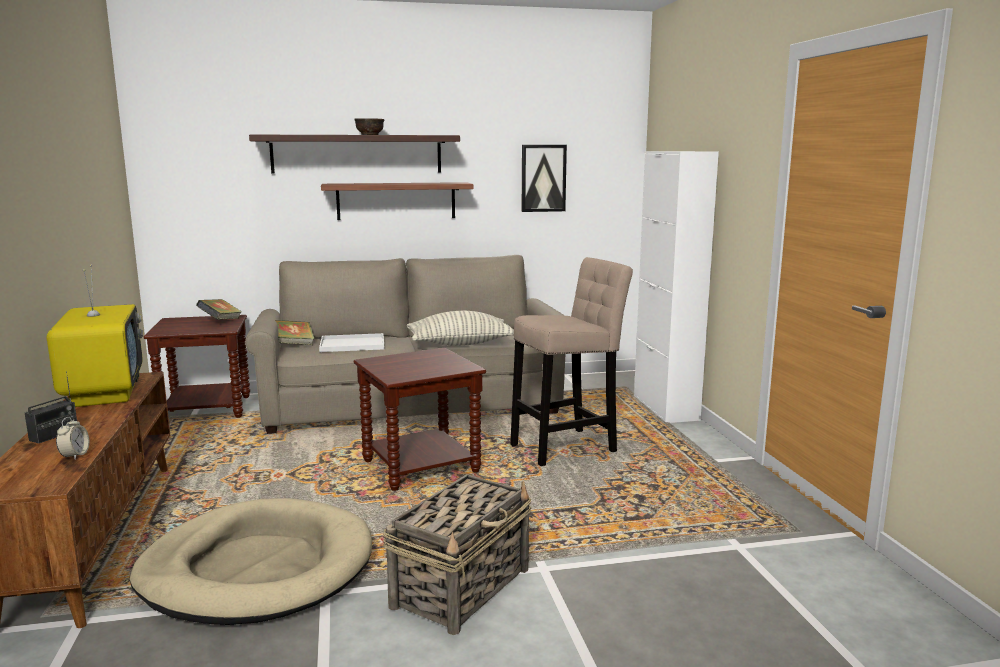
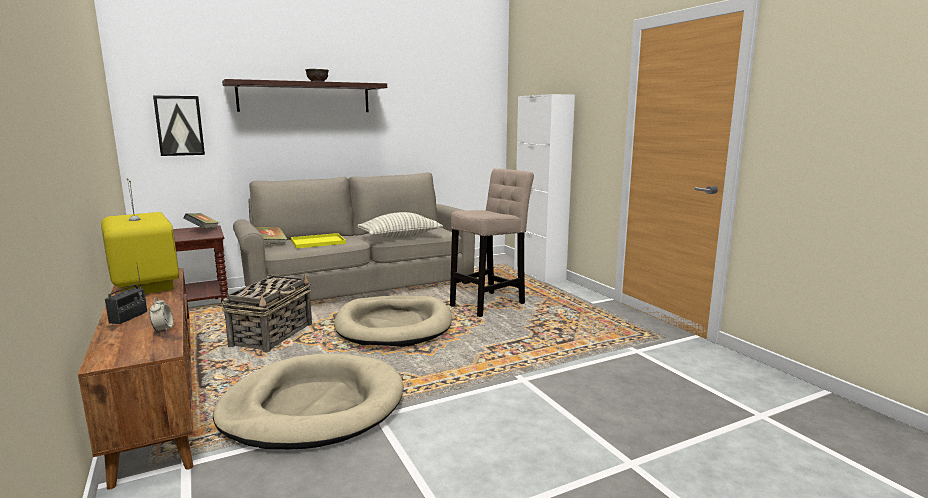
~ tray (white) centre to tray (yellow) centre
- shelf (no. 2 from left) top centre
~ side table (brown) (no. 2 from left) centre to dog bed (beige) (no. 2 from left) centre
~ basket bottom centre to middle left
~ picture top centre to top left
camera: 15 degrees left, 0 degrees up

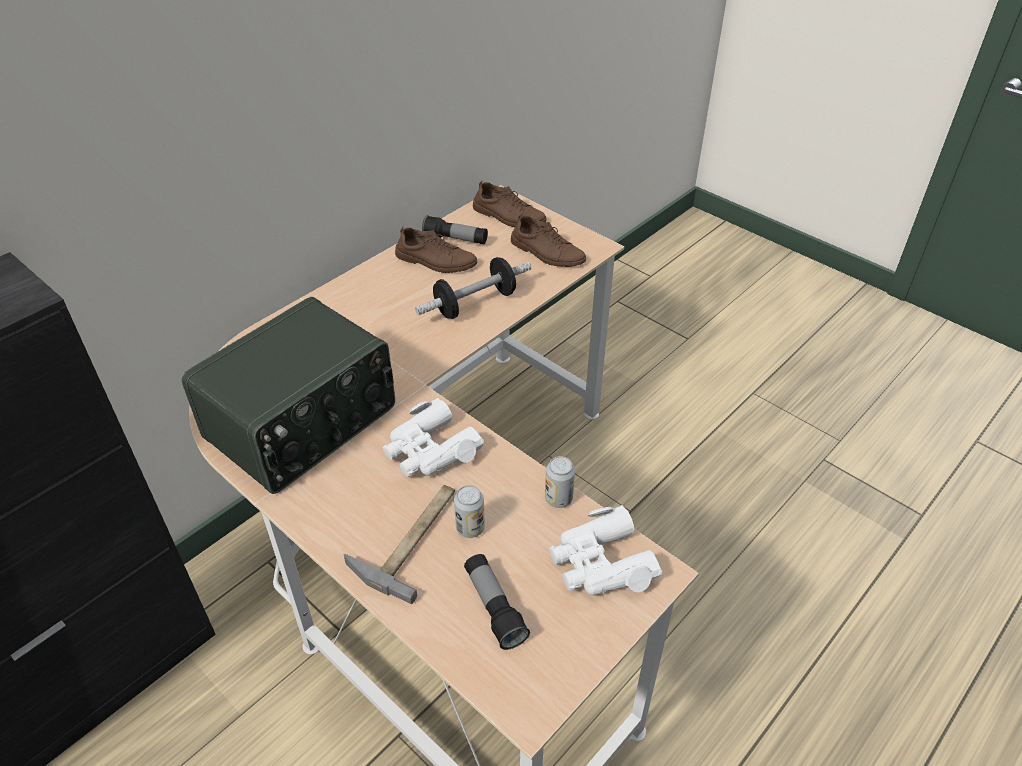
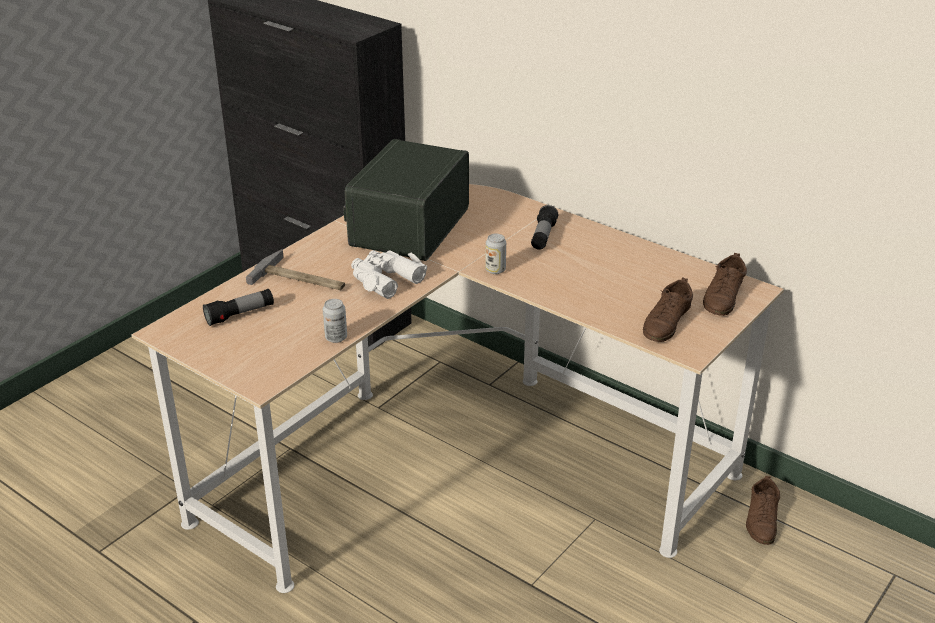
~ radio middle left = top centre 75 degrees clockwise
~ shoe (brown) (no. 1 from left in the first image) top centre to shoe (brown) (no. 3 from left) bottom right
- dumbbell centre
~ flashlight (no. 1 from left in the first image) top centre to flashlight (no. 2 from left) centre
~ can (no. 1 from left in the first image) bottom centre to can (no. 2 from left) centre
- binoculars (white) (no. 2 from left) bottom centre
camera: 85 degrees right, 10 degrees down

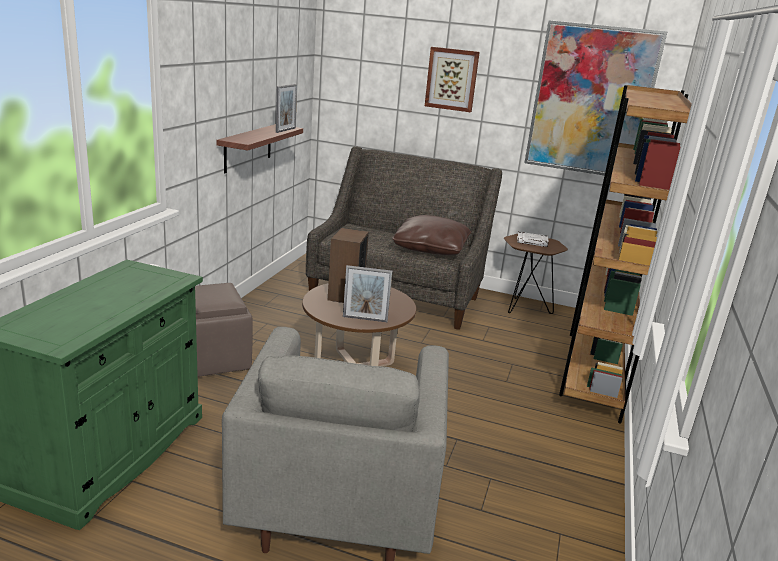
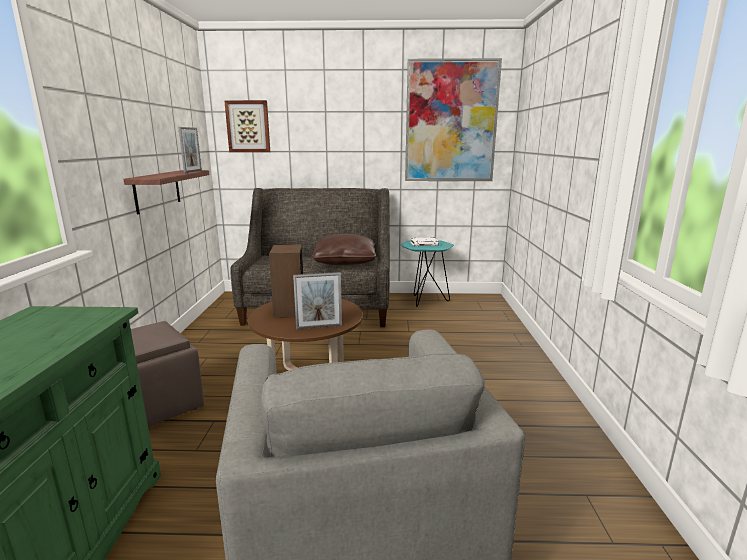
~ picture (no. 1 from left) top centre to top left
~ side table (brown) middle right to side table (turquoise) centre
- bookcase (brown) middle right
camera: 15 degrees left, 5 degrees down

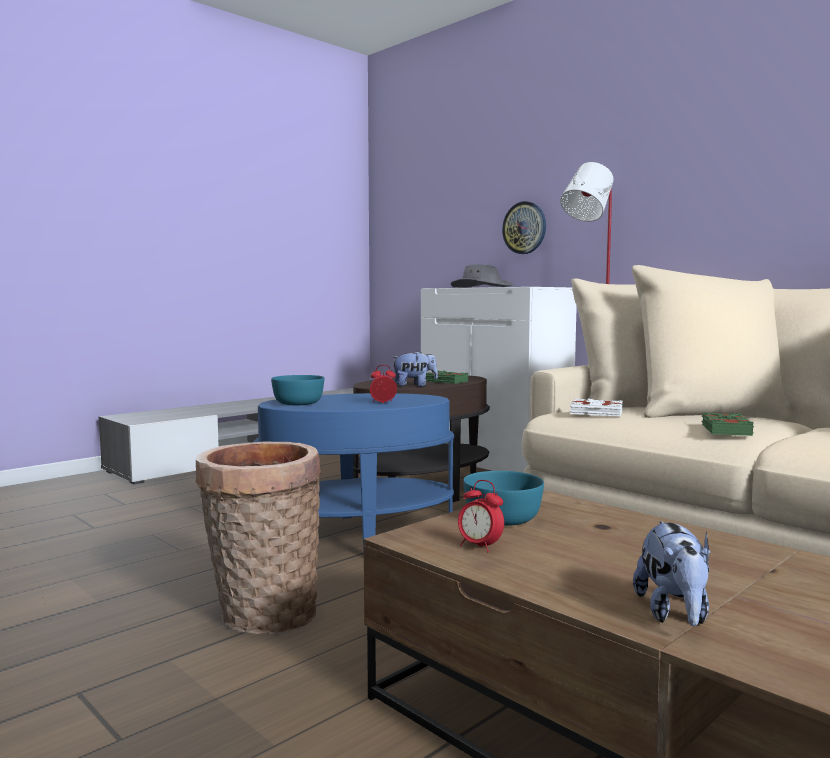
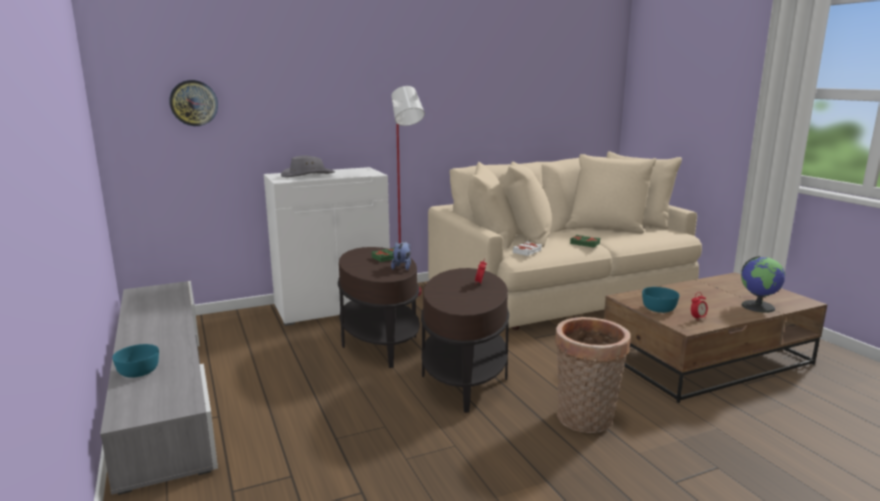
~ side table (blue) centre to side table (brown) (no. 2 from left) bottom centre
~ bowl (turquoise) (no. 1 from left) centre to bottom left
~ wall clock top centre to top left
~ plush toy (no. 2 from left) bottom right to globe middle right
camera: 70 degrees left, 10 degrees up

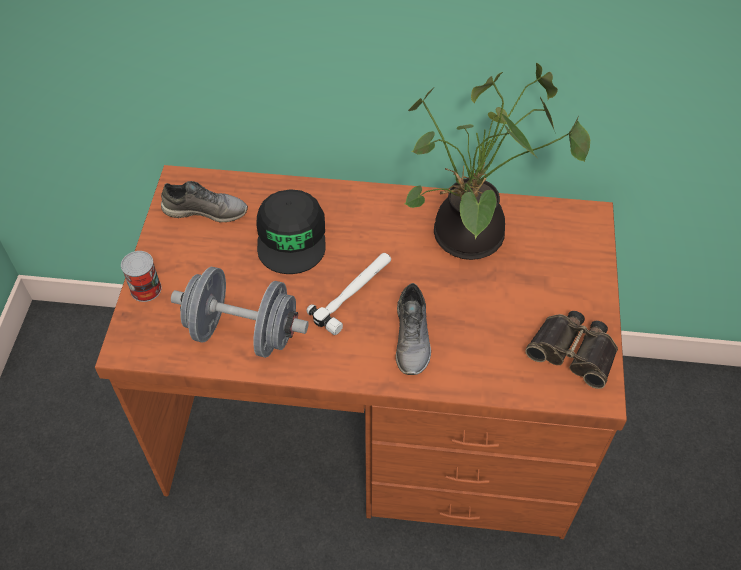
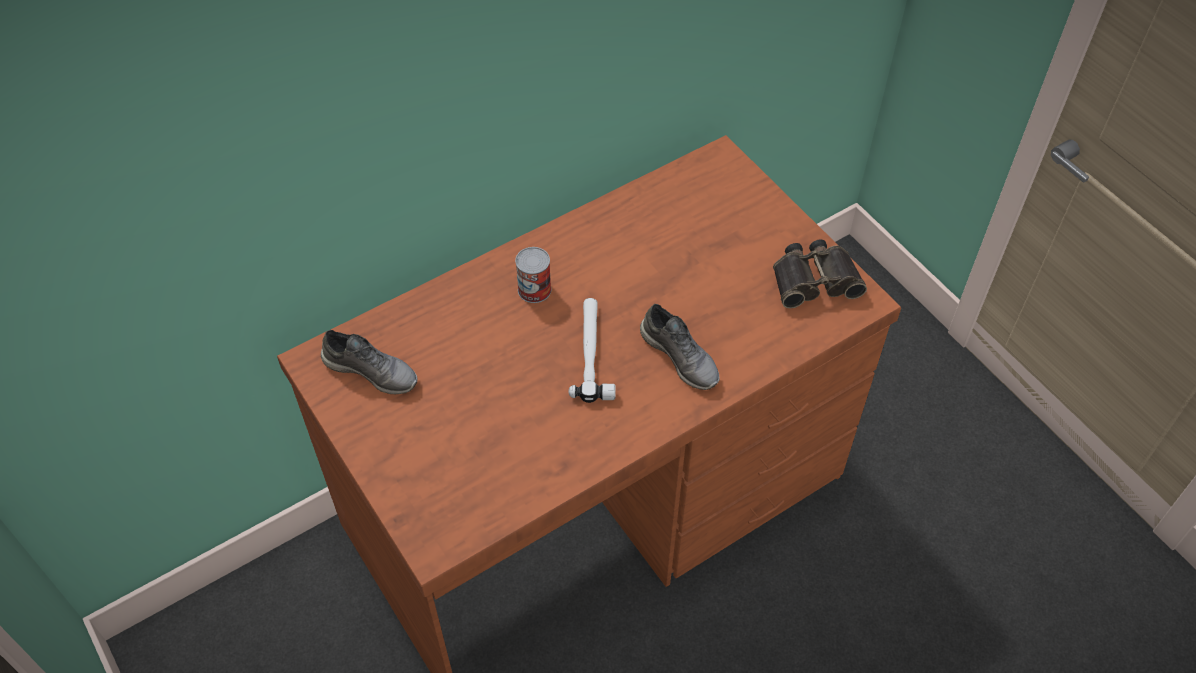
~ can middle left to centre
~ shoe (grey) (no. 1 from left) middle left = middle left 60 degrees clockwise
- dumbbell (grey) middle left
- cap (black) centre
- potted plant top right
camera: 40 degrees left, 0 degrees up

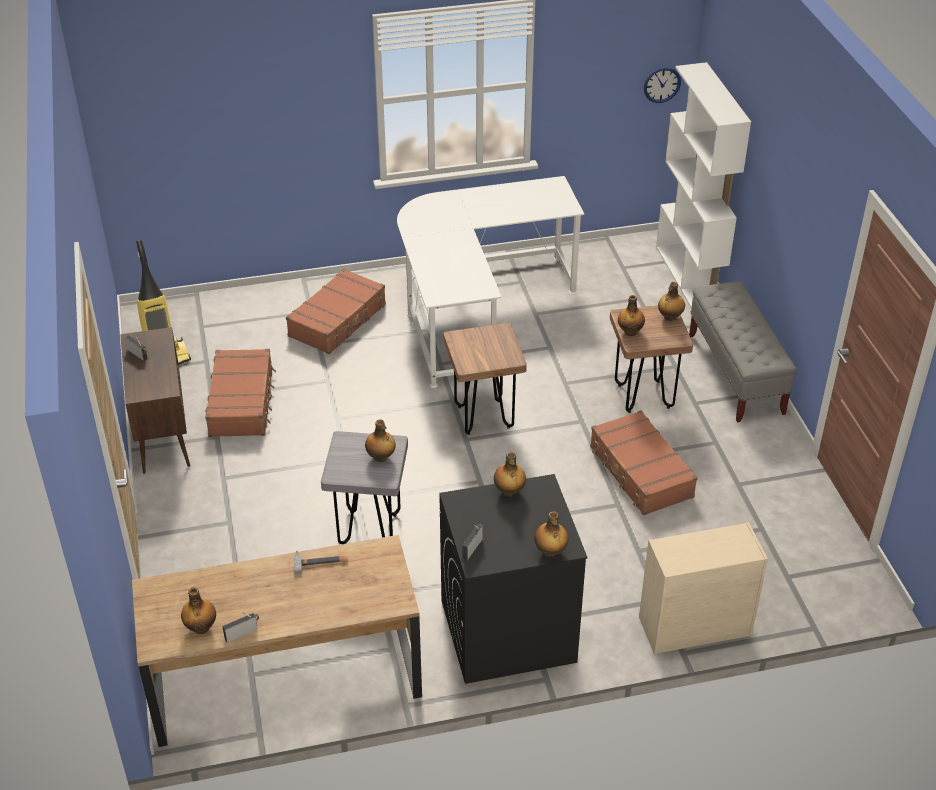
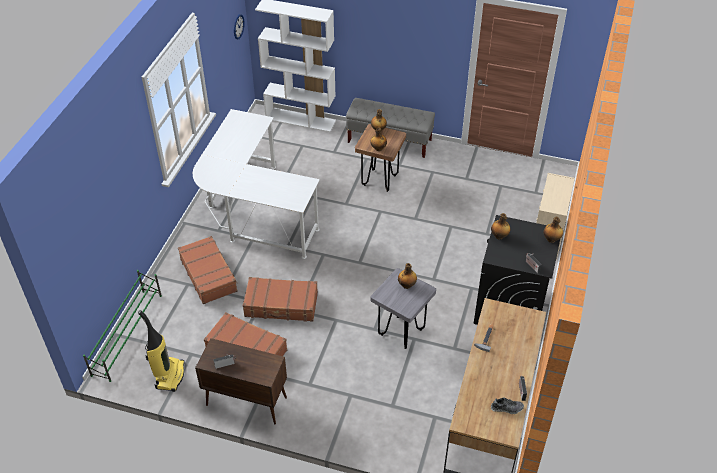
~ bottle (no. 1 from left) bottom left to shoe bottom right
- stool (brown) (no. 1 from left) centre
~ suitcase (brown) (no. 3 from left) middle right to centre
+ shoe rack (green) bottom left
camera: 60 degrees left, 5 degrees up

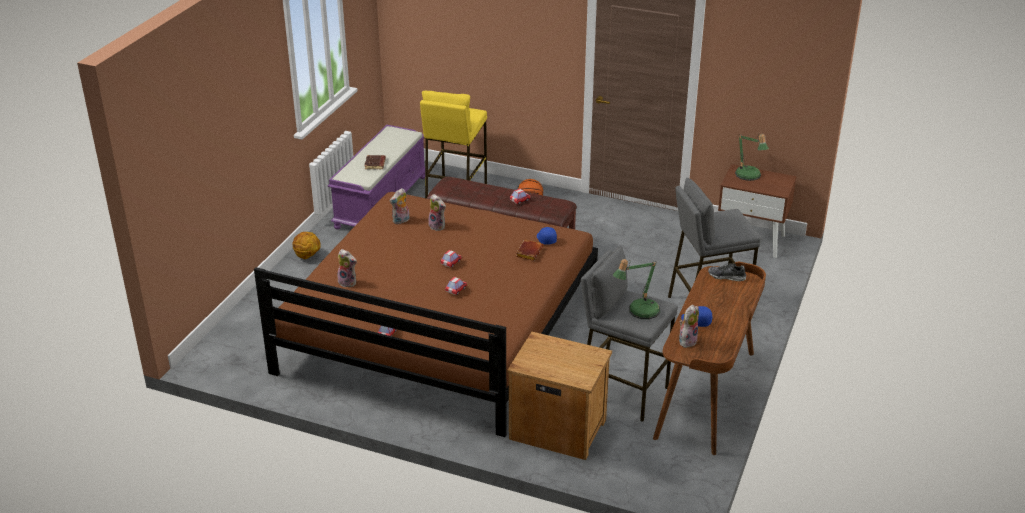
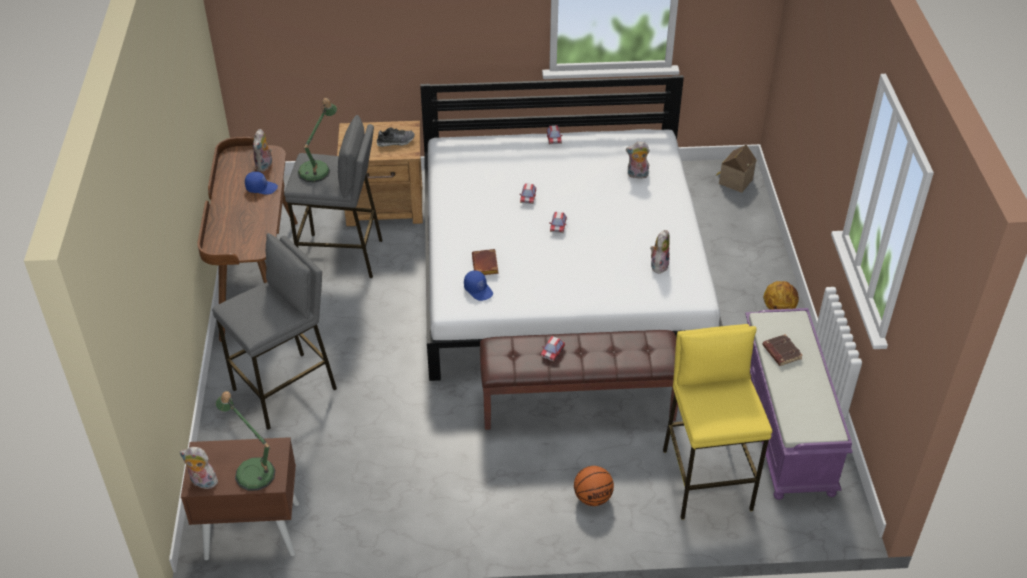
~ bed (brown) centre to bed (white) centre
~ plush toy (no. 3 from left in the first image) centre to plush toy (no. 1 from left) bottom left
~ shoe middle right to top centre
+ toy house top right
camera: 155 degrees right, 10 degrees up

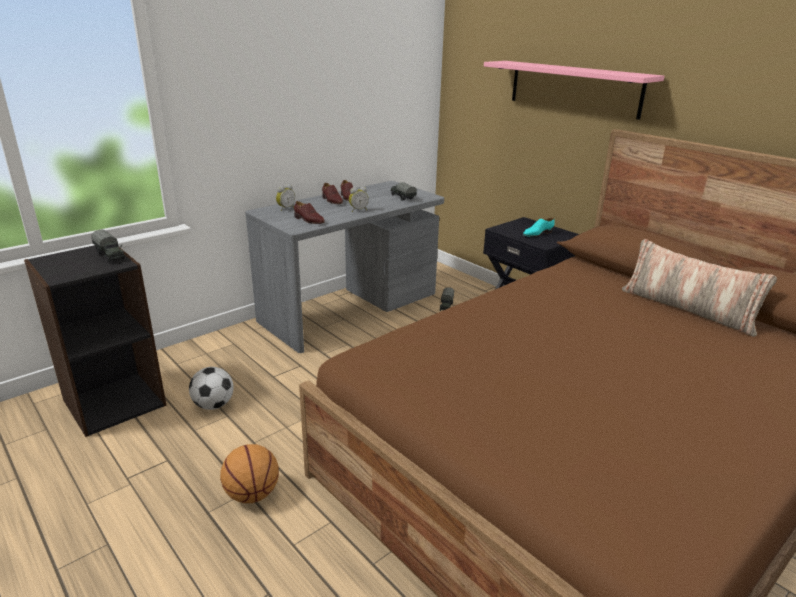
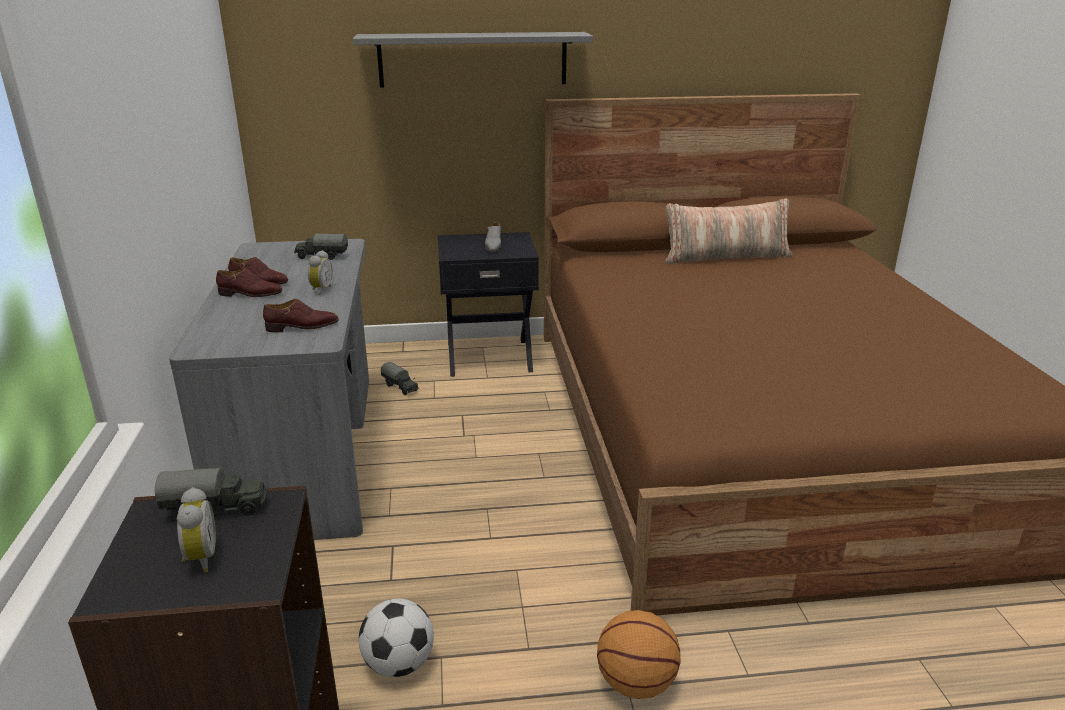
~ alarm clock (no. 1 from left) top centre to bottom left
~ shelf (pink) top right to shelf (grey) top centre
~ shoe (turquoise) middle right to shoe (grey) centre
camera: 55 degrees left, 0 degrees up

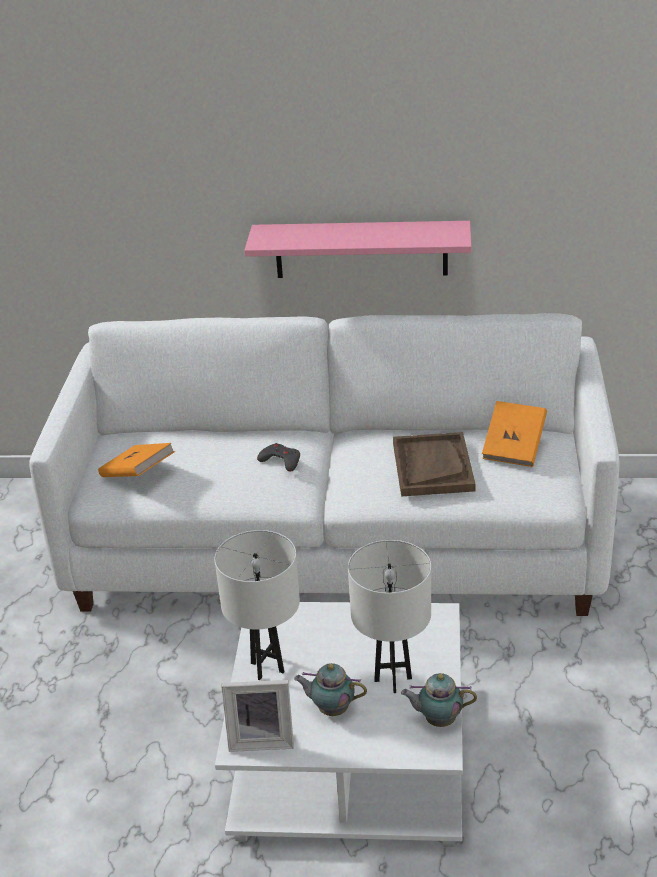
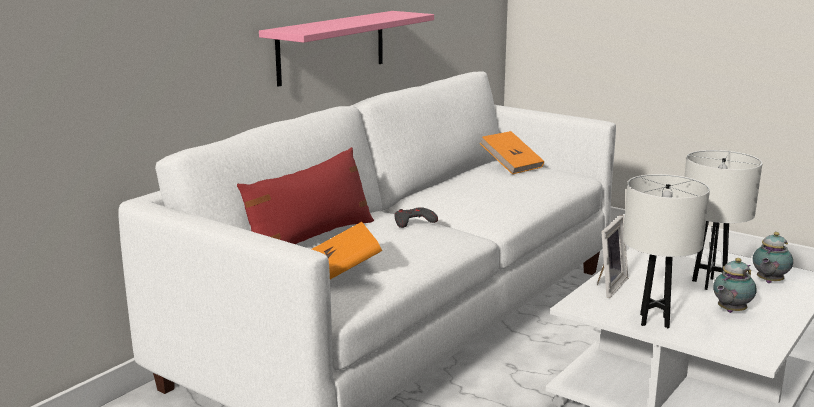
~ picture frame bottom centre to middle right
- tray (brown) centre
+ pillow (red) centre
camera: 60 degrees left, 15 degrees down

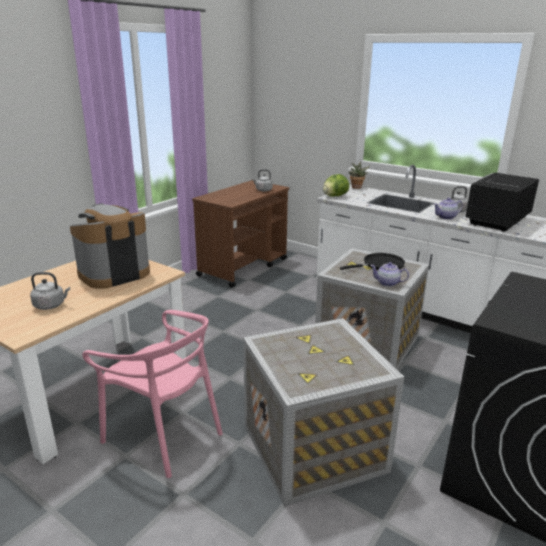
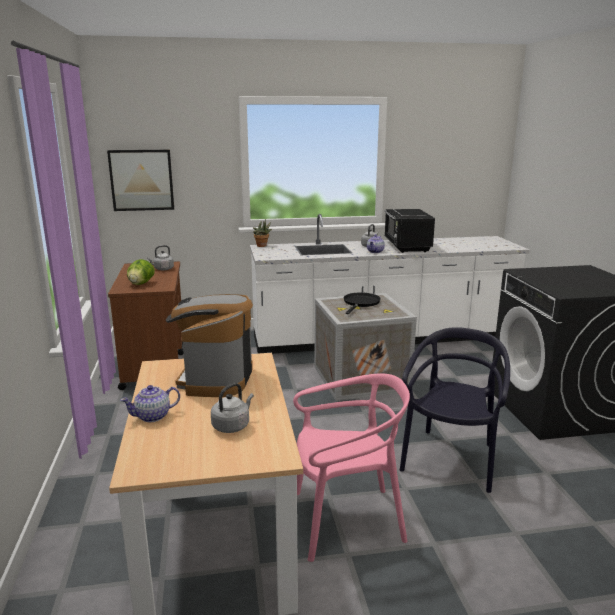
~ crate (no. 1 from left) bottom centre to chair (black) bottom right
~ lettuce centre to middle left
~ teapot (no. 1 from left) middle right to middle left
+ picture top left
camera: 45 degrees left, 5 degrees down

